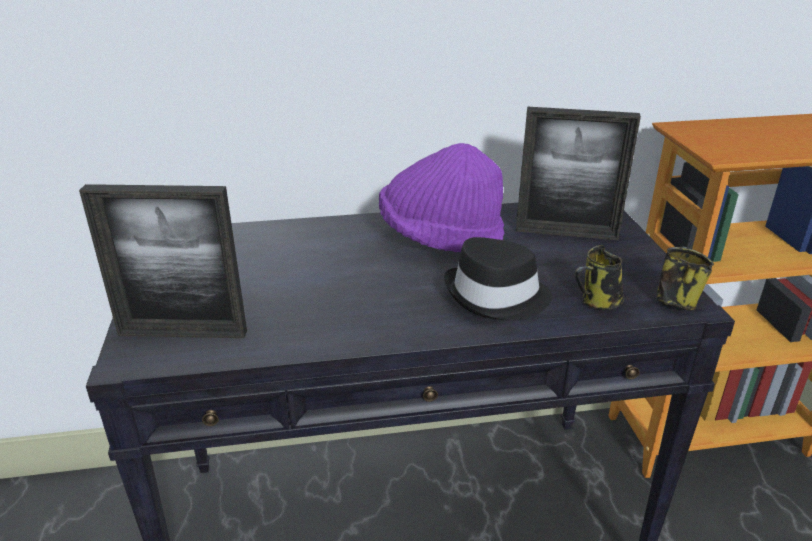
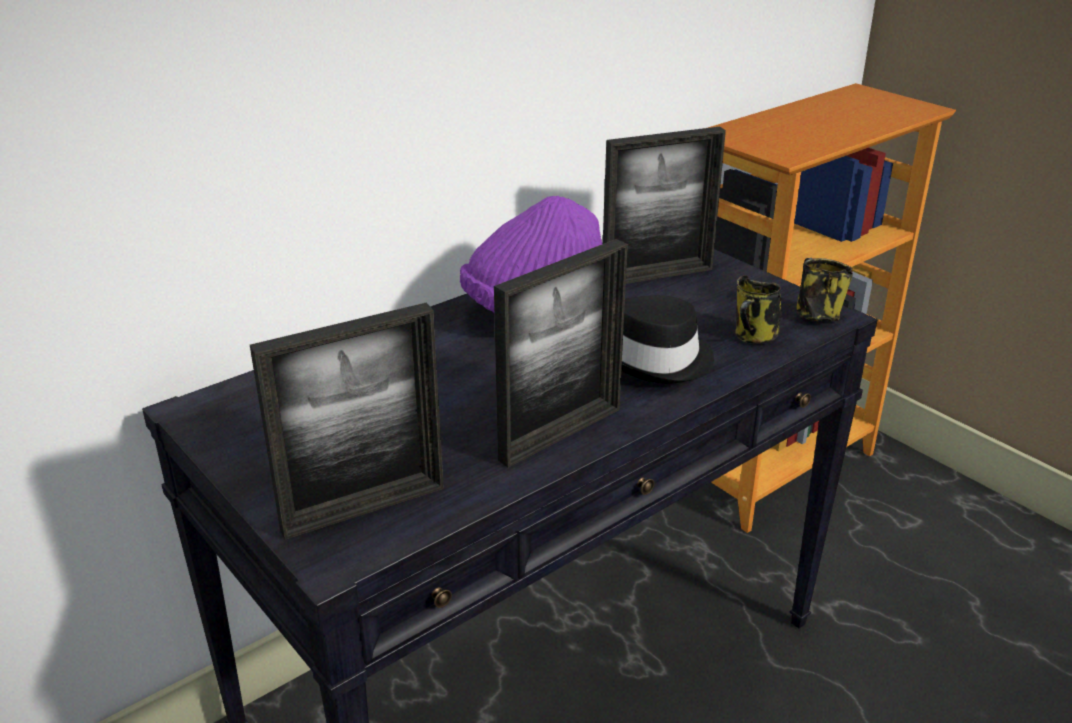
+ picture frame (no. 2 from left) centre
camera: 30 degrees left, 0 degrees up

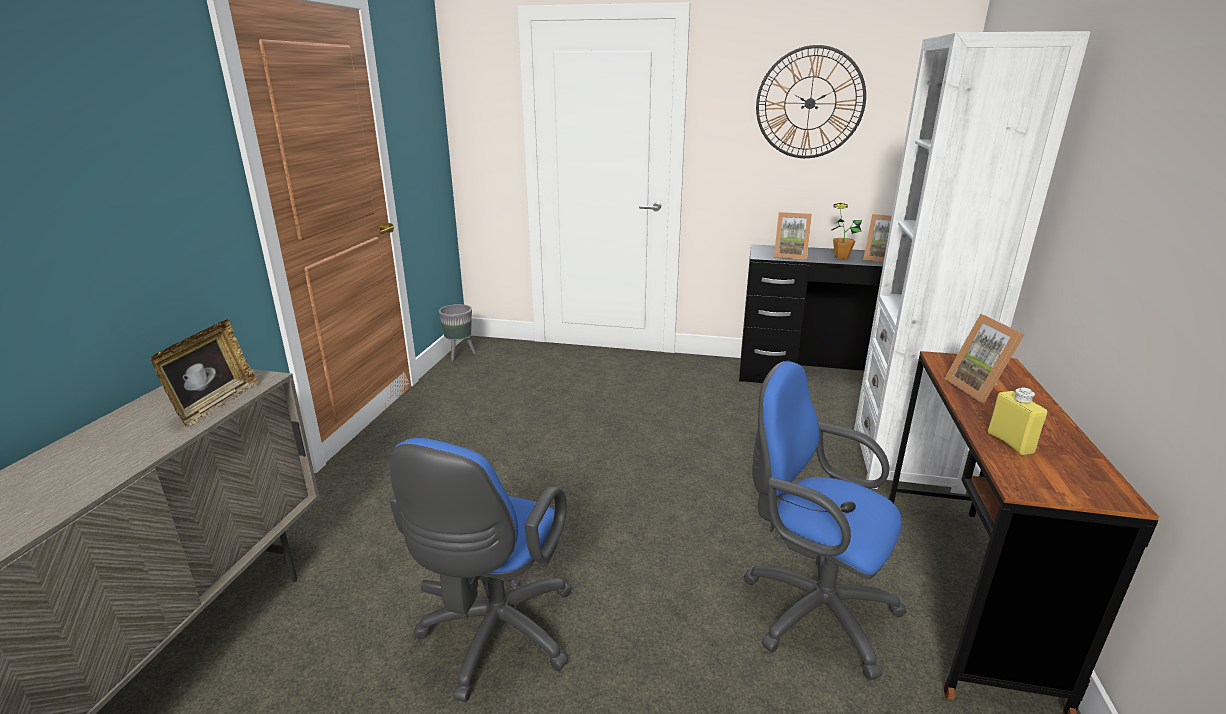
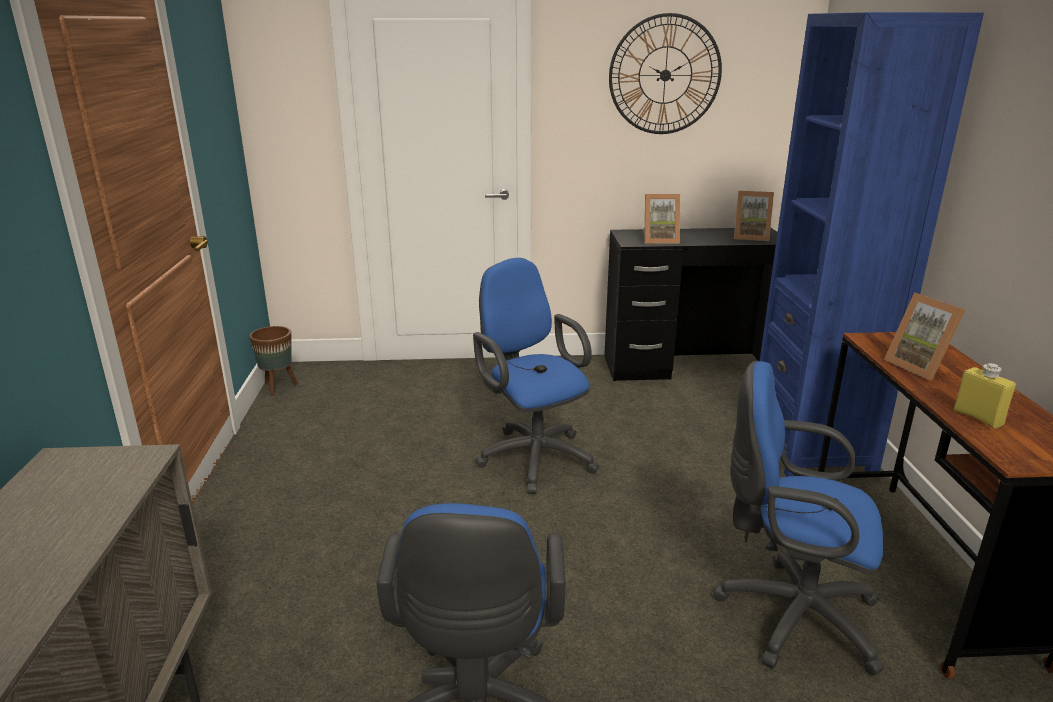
- picture frame (no. 1 from left) middle left
~ planter (grey) centre to planter (brown) middle left
- potted plant top right
~ bookcase (white) middle right to bookcase (blue) middle right
+ office chair (blue) (no. 2 from left) centre
camera: 15 degrees left, 0 degrees up

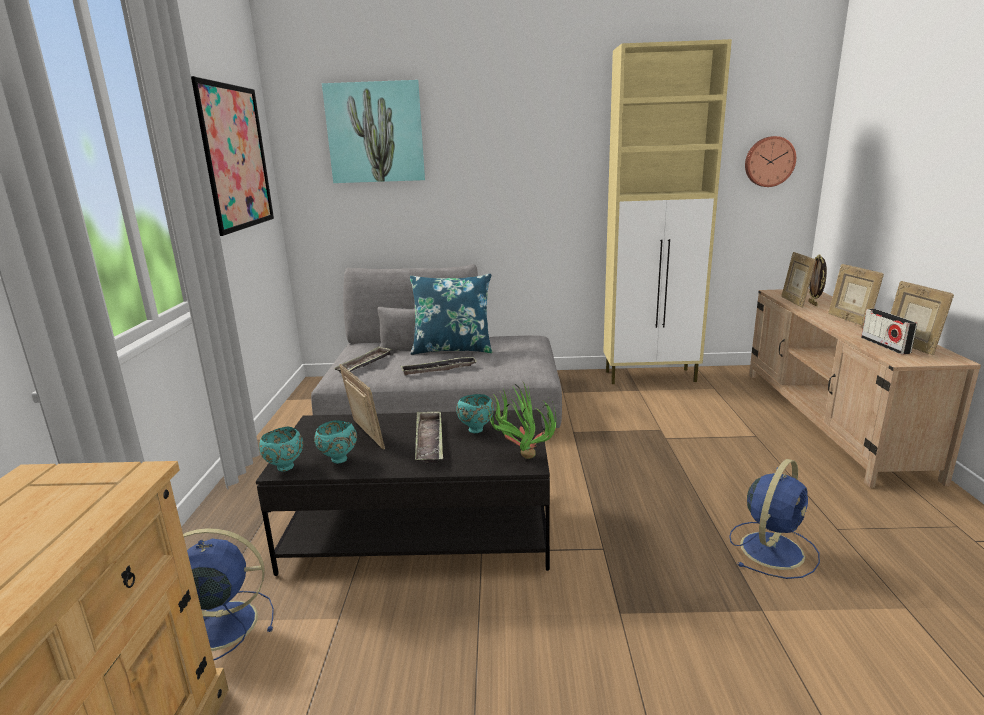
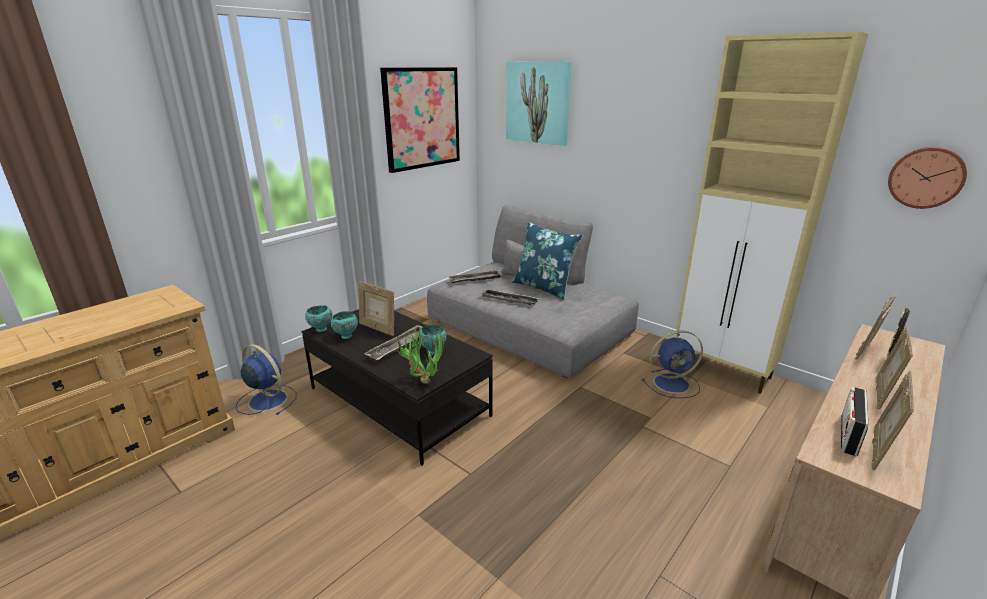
~ picture frame (no. 1 from left) centre = centre 120 degrees clockwise
~ fan (blue) (no. 2 from left) bottom right to middle right
camera: 40 degrees right, 5 degrees up

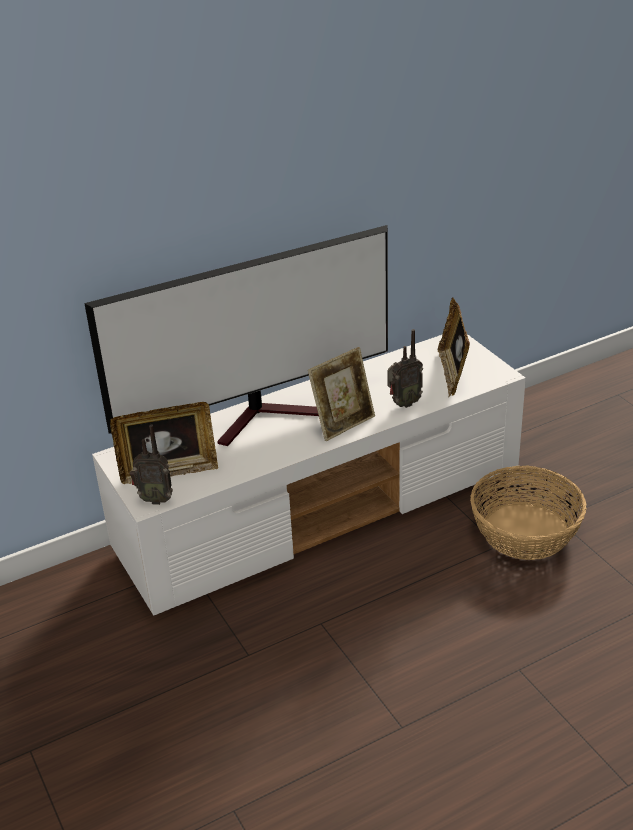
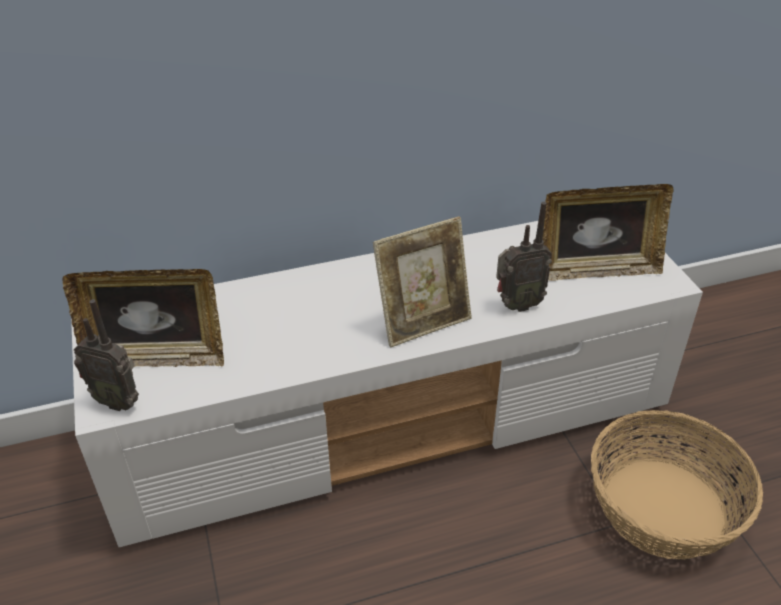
- television centre
~ picture frame (no. 3 from left) middle right = middle right 105 degrees counterclockwise
camera: 10 degrees right, 5 degrees up

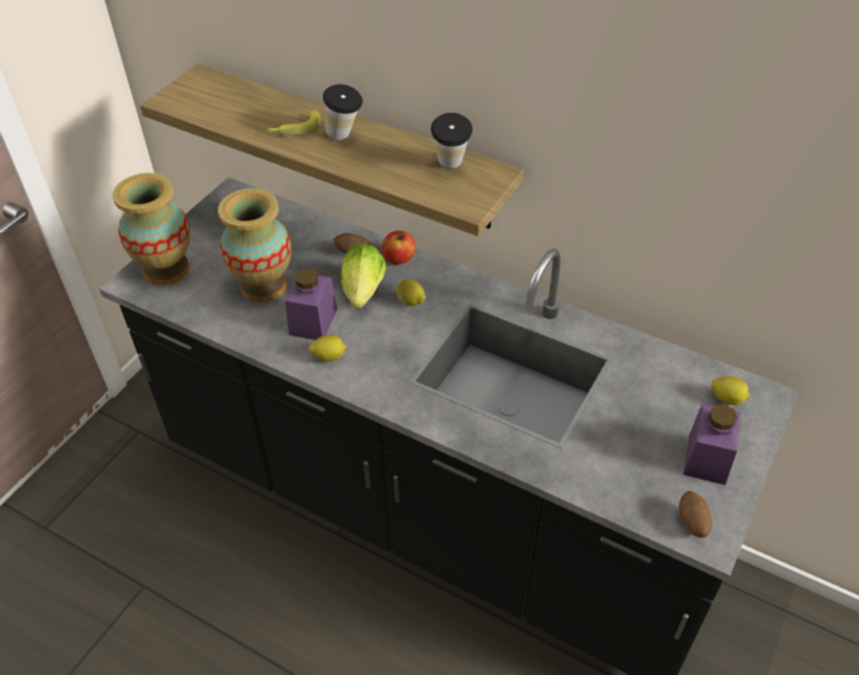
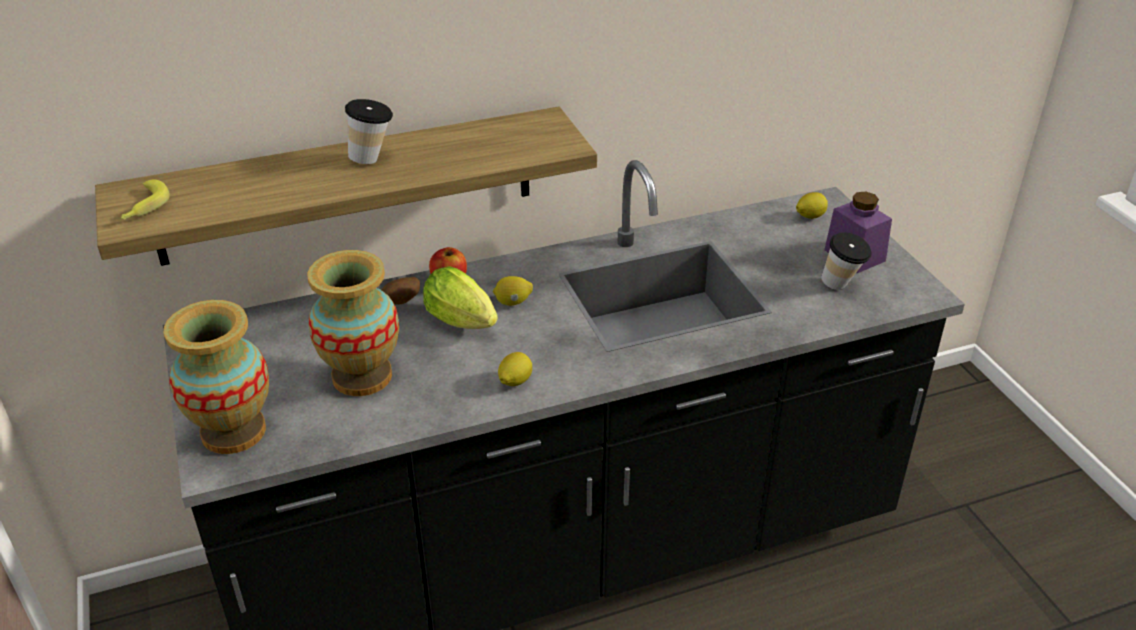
~ banana top centre to top left
- jar (purple) (no. 1 from left) centre
~ cup (no. 2 from left) top centre to middle right
- potato (no. 2 from left) bottom right
camera: 50 degrees left, 10 degrees down

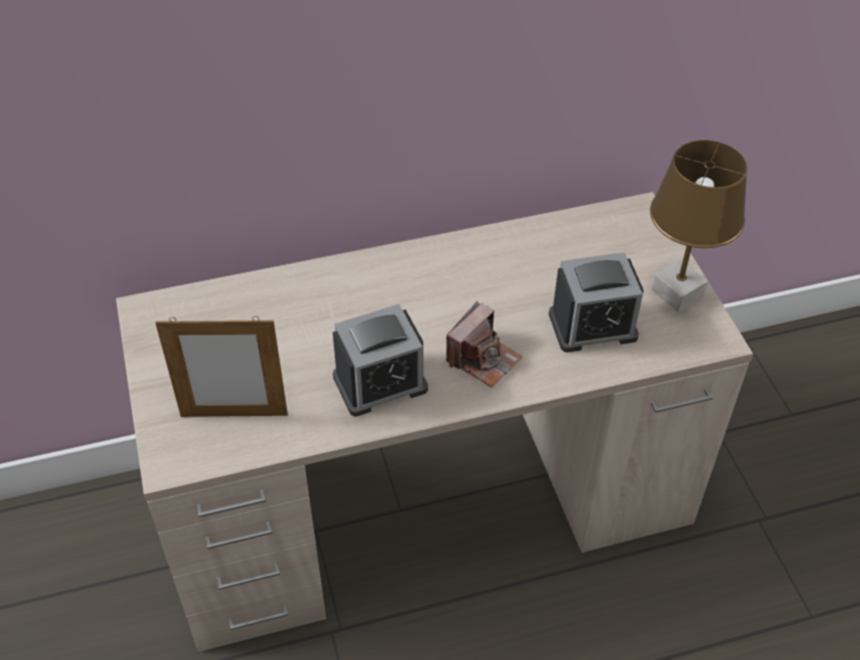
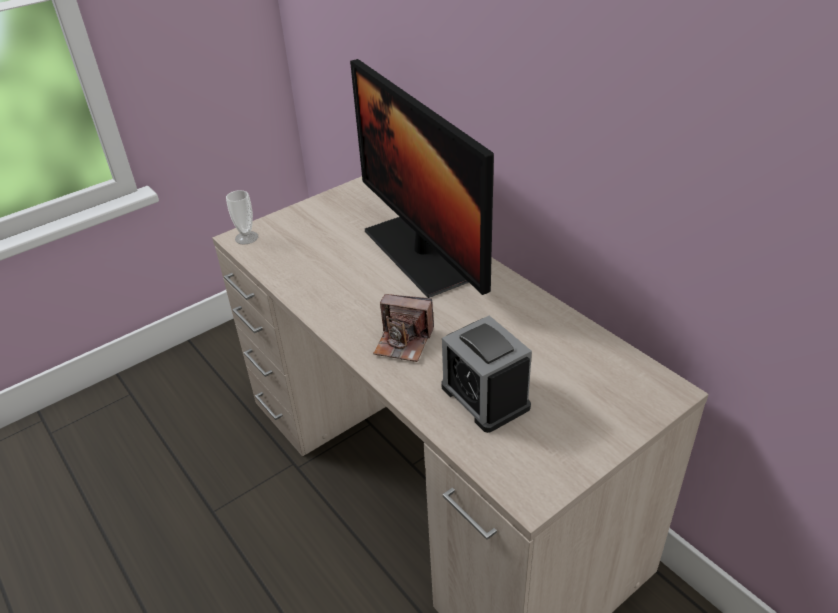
- picture frame middle left
- alarm clock (no. 1 from left) centre
- table lamp (brown) middle right
+ cup middle left
+ monitor top centre
camera: 70 degrees right, 10 degrees down

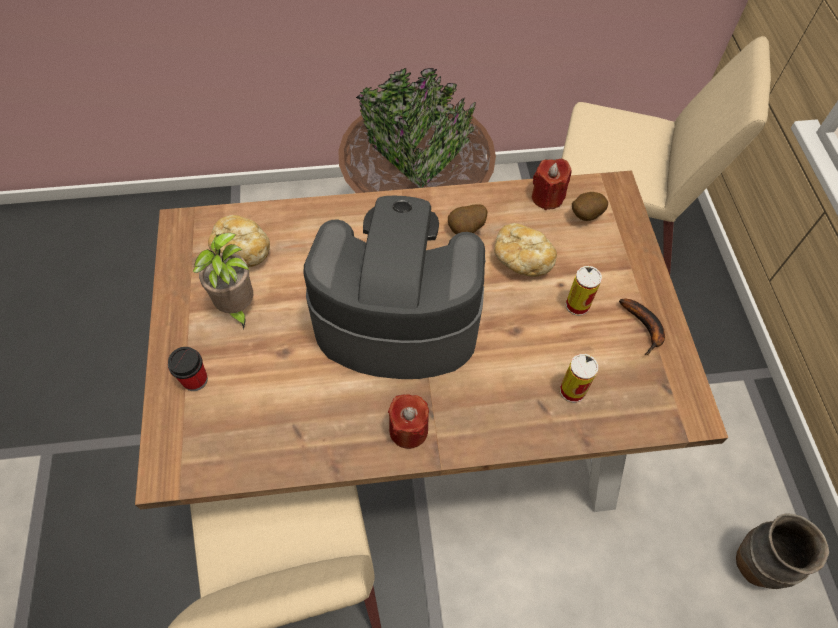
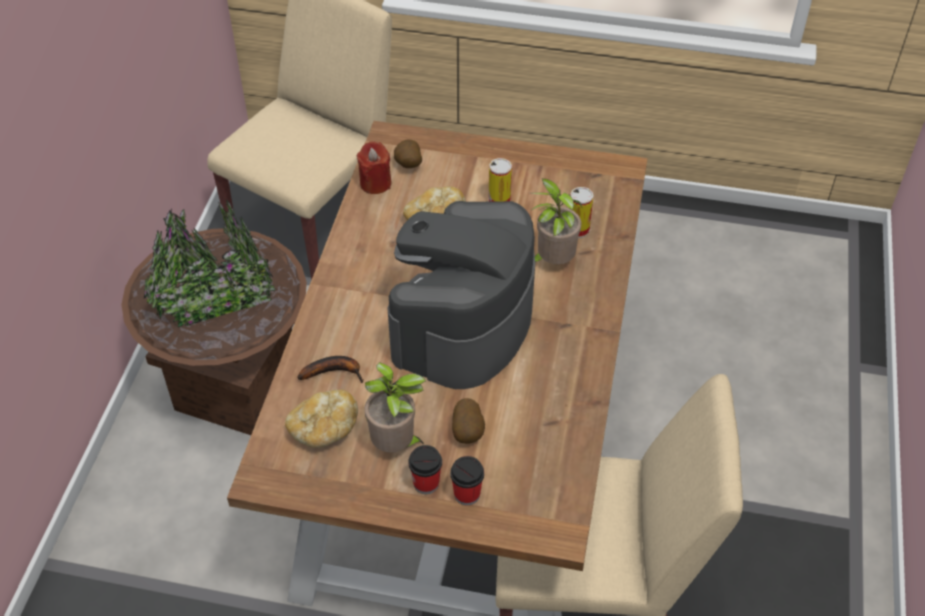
- candle (red) (no. 1 from left) bottom centre
~ potato (no. 1 from left in the first image) centre to potato (no. 2 from left) bottom centre
~ banana middle right to centre
- vase (brown) bottom right
+ cup (no. 1 from left) bottom centre
+ potted plant (no. 2 from left) centre
camera: 70 degrees left, 10 degrees down

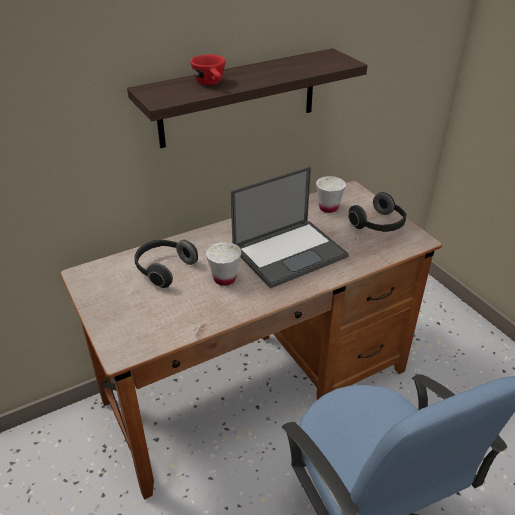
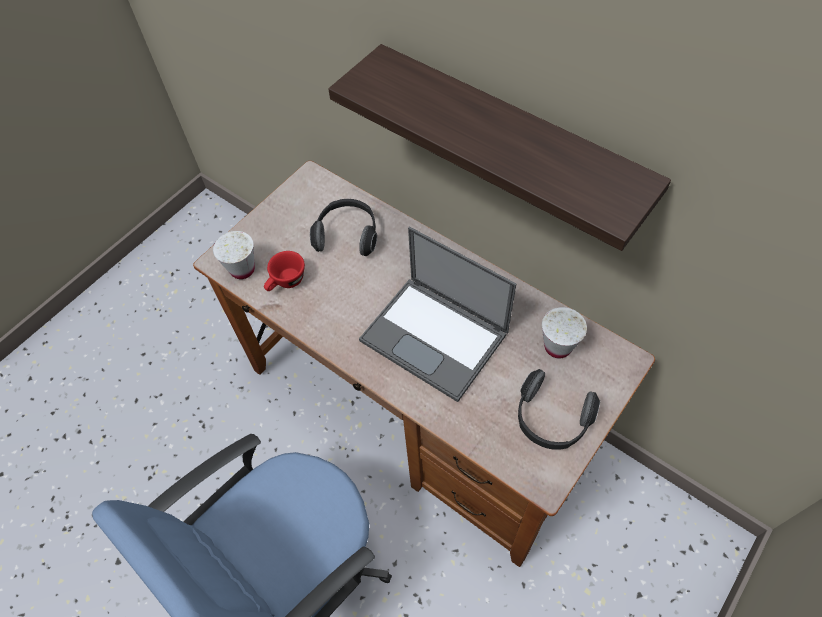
~ cup (red) top centre to centre
~ cup (white) (no. 1 from left) centre to middle left
camera: 70 degrees right, 20 degrees up

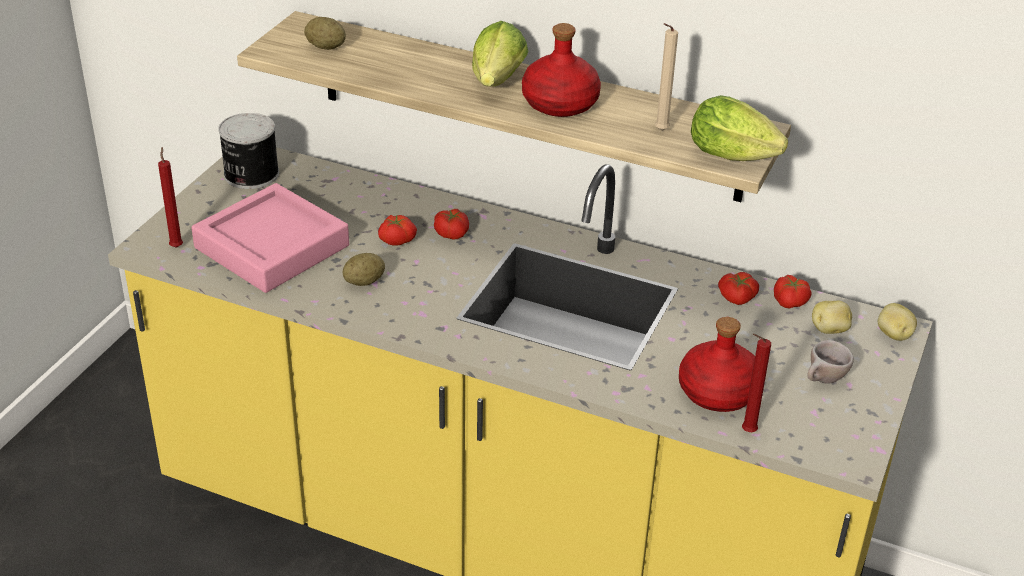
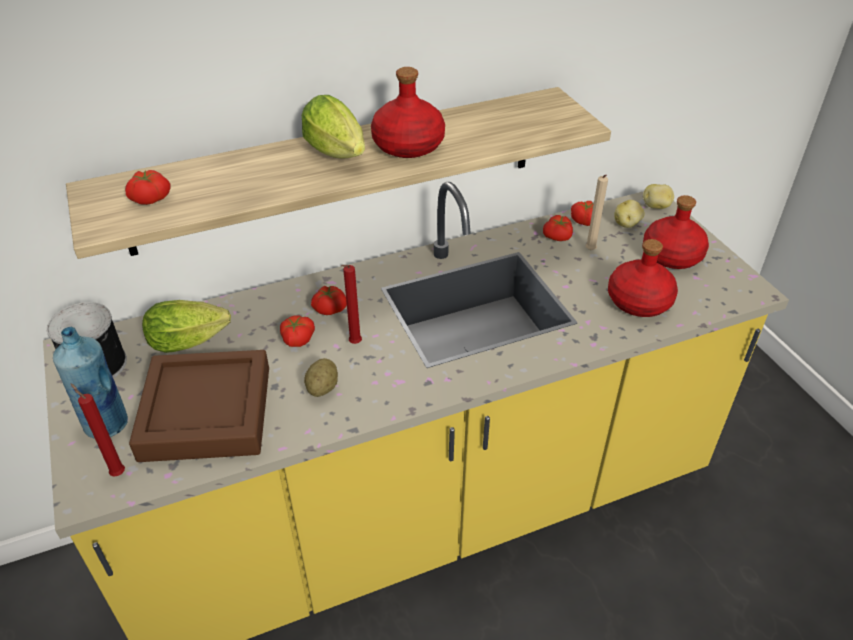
~ tray (pink) middle left to tray (brown) middle left
~ potato (no. 1 from left) top left to tomato (no. 1 from left) top left
~ candle (beige) top centre to top right
~ lettuce (no. 2 from left in the first image) top right to lettuce (no. 1 from left) middle left
~ candle (red) (no. 2 from left) middle right to centre
~ cup (beige) middle right to bottle (red) (no. 3 from left) middle right
+ bottle (blue) middle left
camera: 45 degrees left, 5 degrees up

